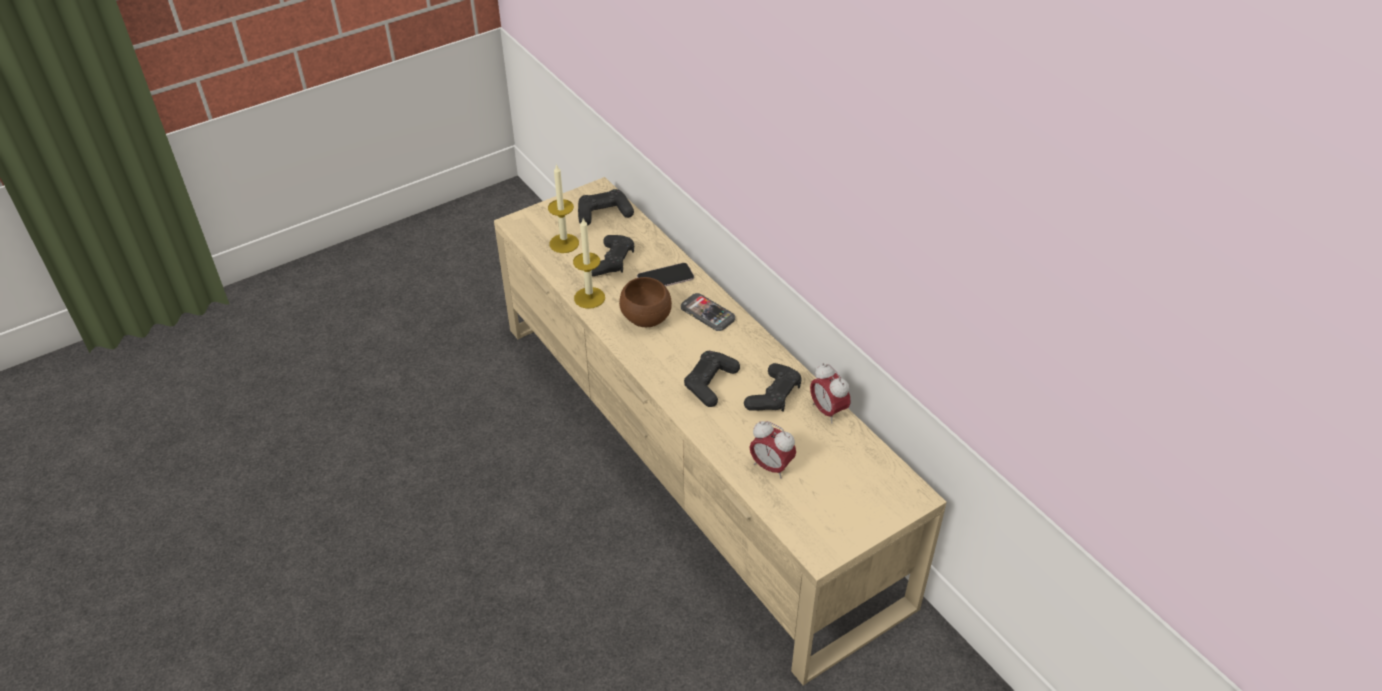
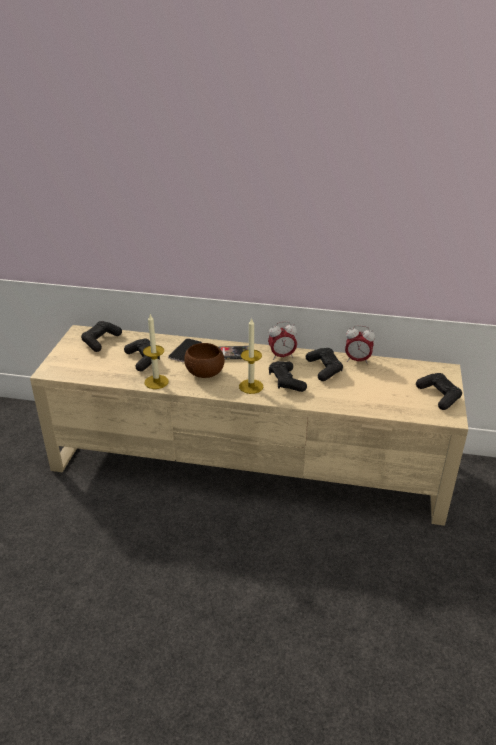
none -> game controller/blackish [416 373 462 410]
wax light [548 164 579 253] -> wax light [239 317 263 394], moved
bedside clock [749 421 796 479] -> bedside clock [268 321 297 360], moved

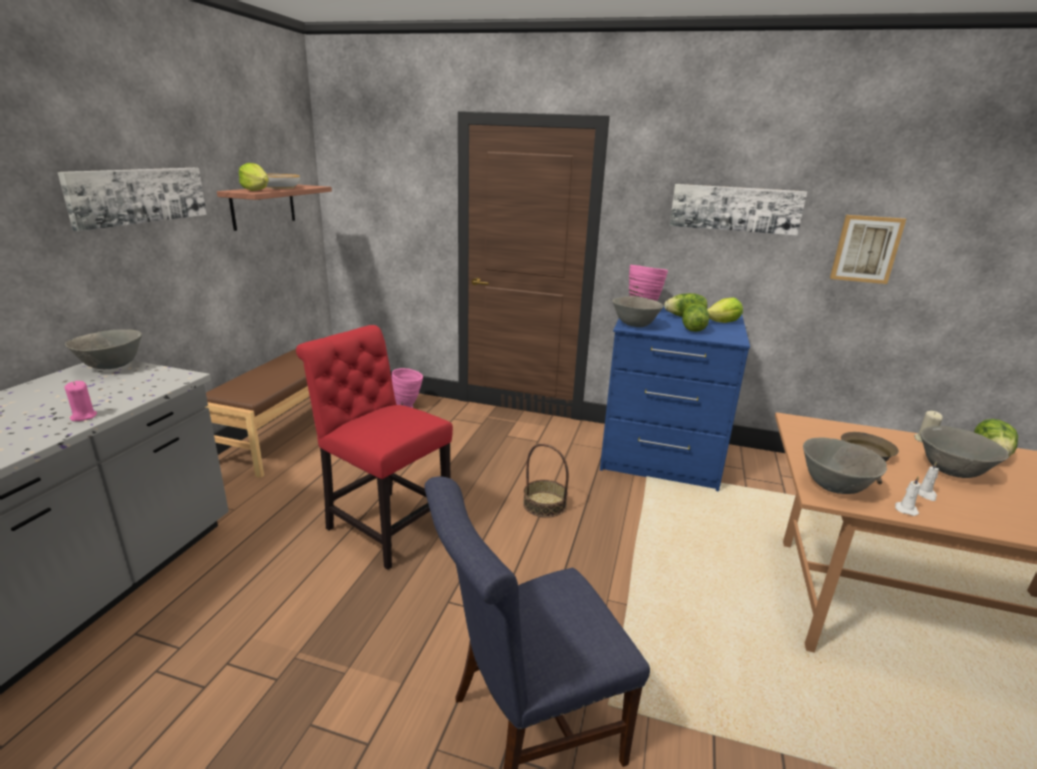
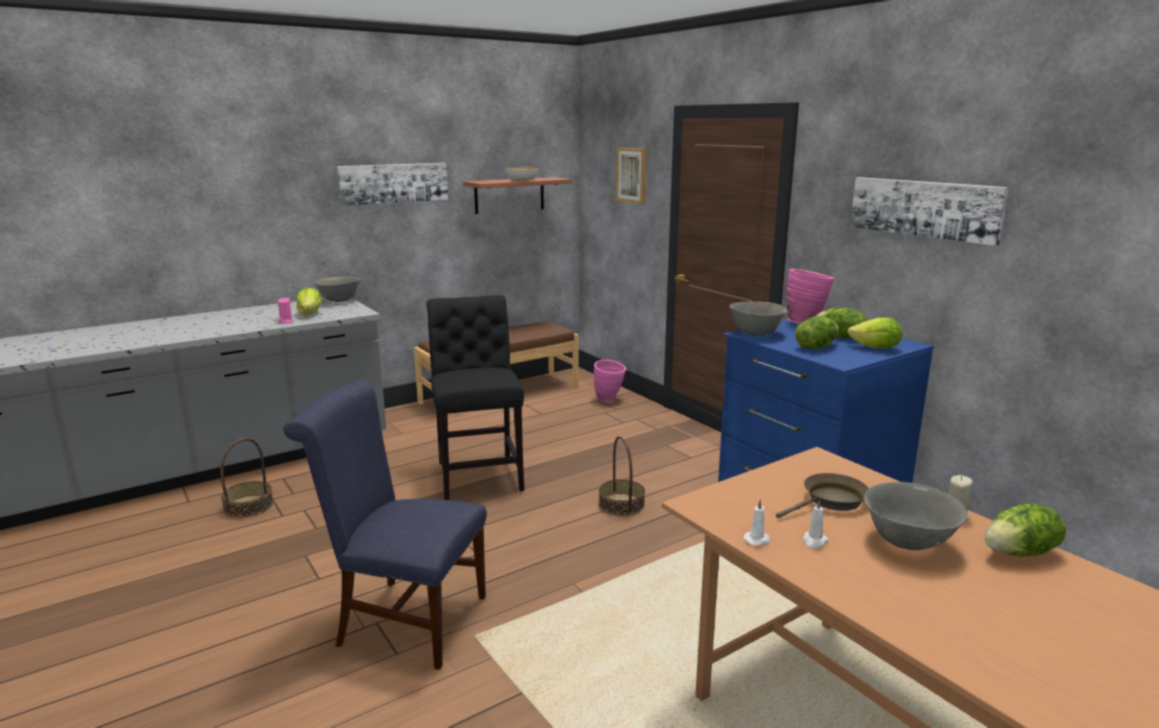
serving bowl/greyish [803 438 887 494] -> none
none -> storage basket [220 438 274 518]
lettuce [239 163 269 191] -> lettuce [297 288 322 315], moved
picture [830 215 906 284] -> picture [616 148 647 204], moved
chair/reddish [296 325 453 570] -> chair/blackish [427 295 524 500]

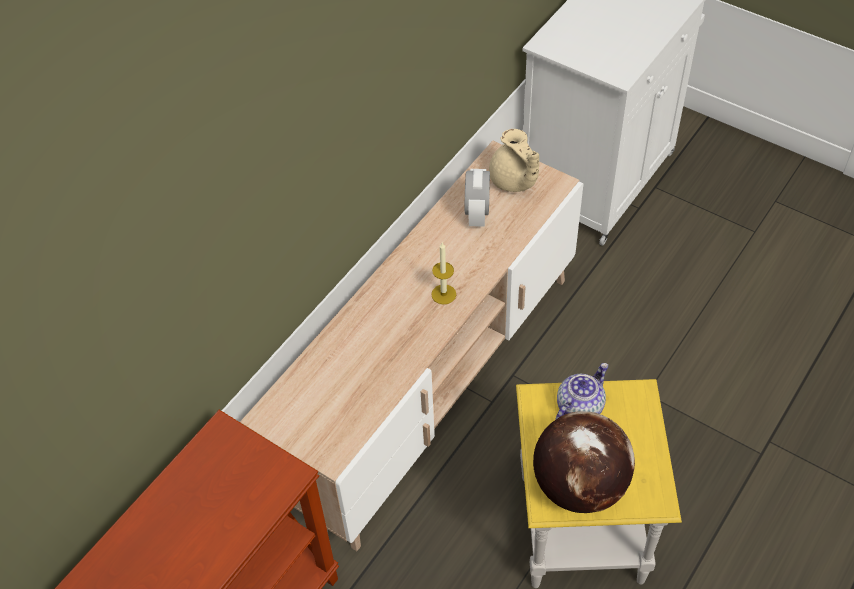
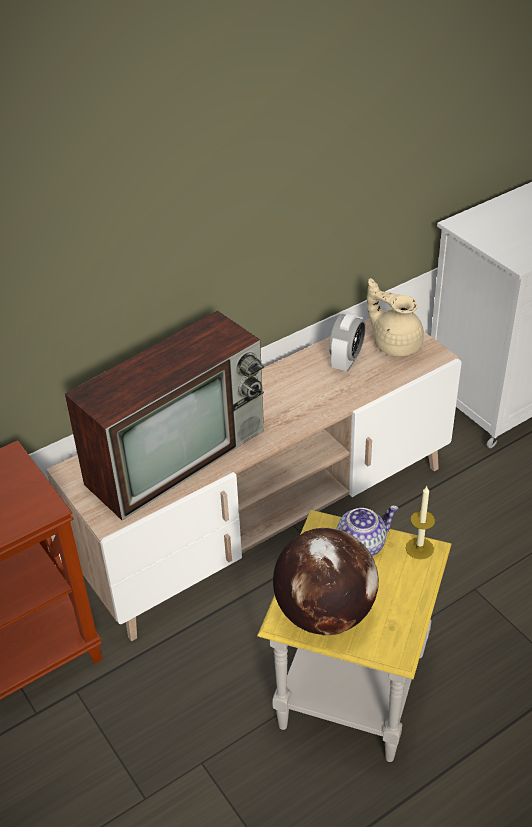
none -> television [65 311 264 520]
wax light [431 243 456 304] -> wax light [406 486 435 559], moved
tea pot/sand-coloured [489 129 539 192] -> tea pot/sand-coloured [367 278 424 357], 135 degrees clockwise

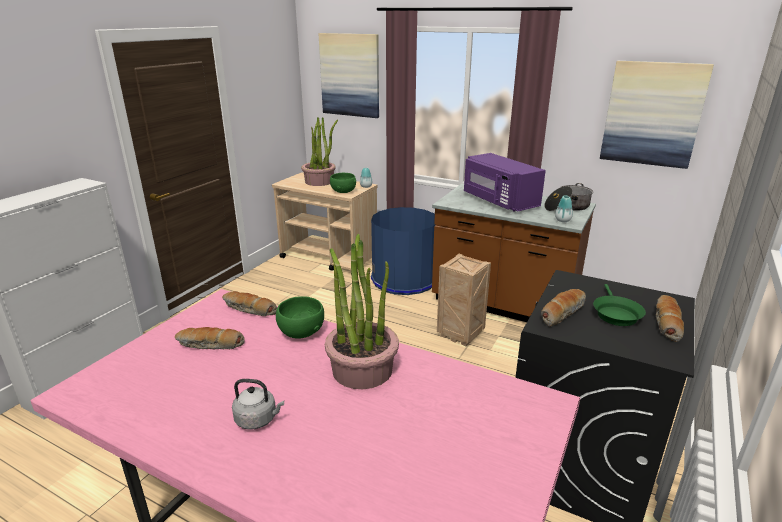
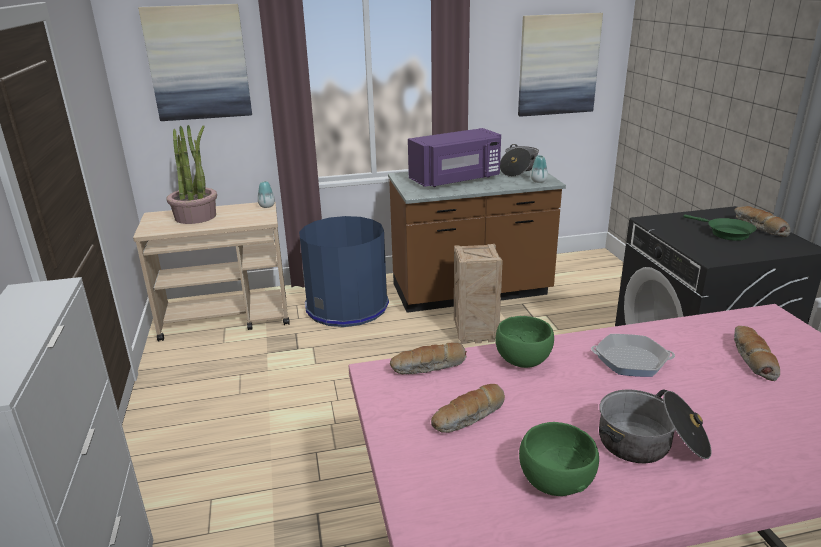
serving bowl/green-coloured [330 173 356 193] -> serving bowl/green-coloured [519 422 599 496], moved
bakery bread [541 289 586 327] -> bakery bread [734 326 780 381], moved
kettle/greyish [232 379 284 430] -> stockpot [599 390 711 463]
potted plant [325 234 399 389] -> skillet [591 334 675 377]
microwave/purple-coloured [464 153 546 212] -> microwave/purple-coloured [408 128 501 187], 45 degrees counterclockwise

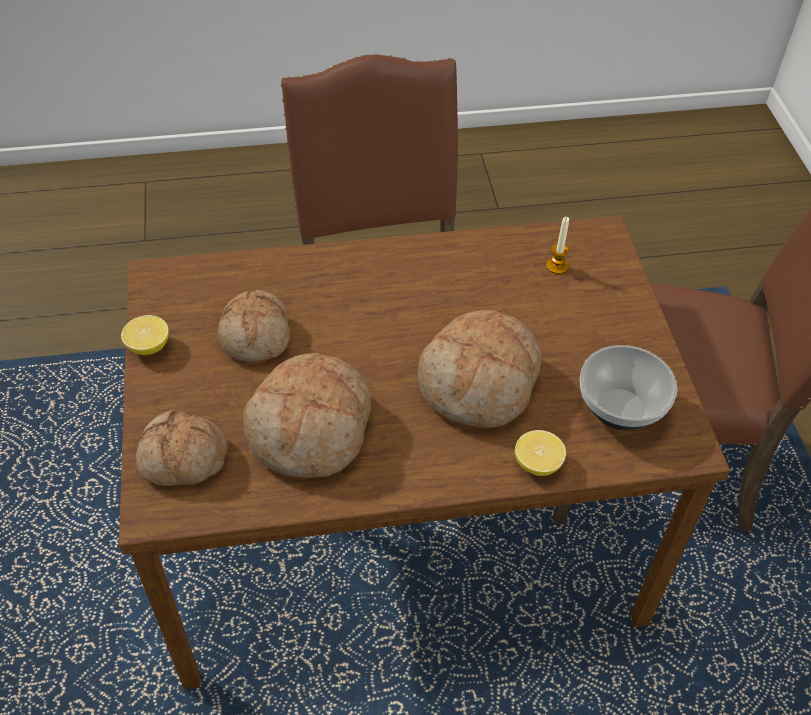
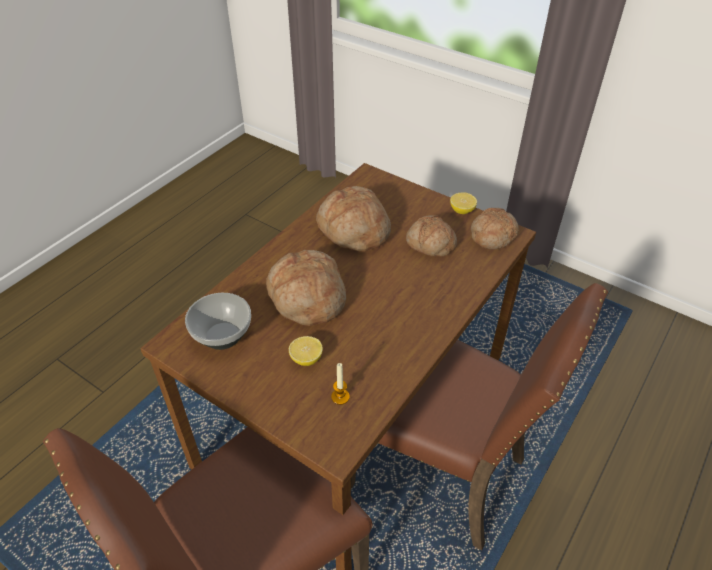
bakery bread [135 410 228 486] -> bakery bread [471 208 519 250], moved
whole lemon [515 430 566 476] -> whole lemon [289 336 323 366], moved

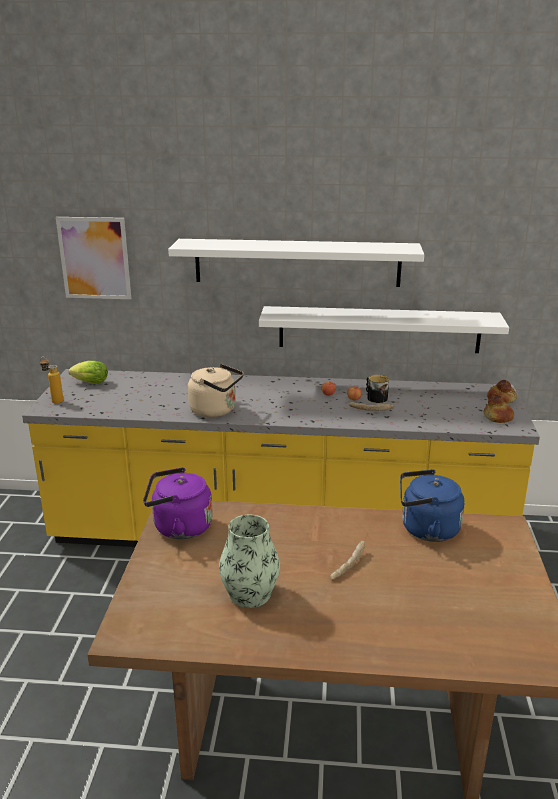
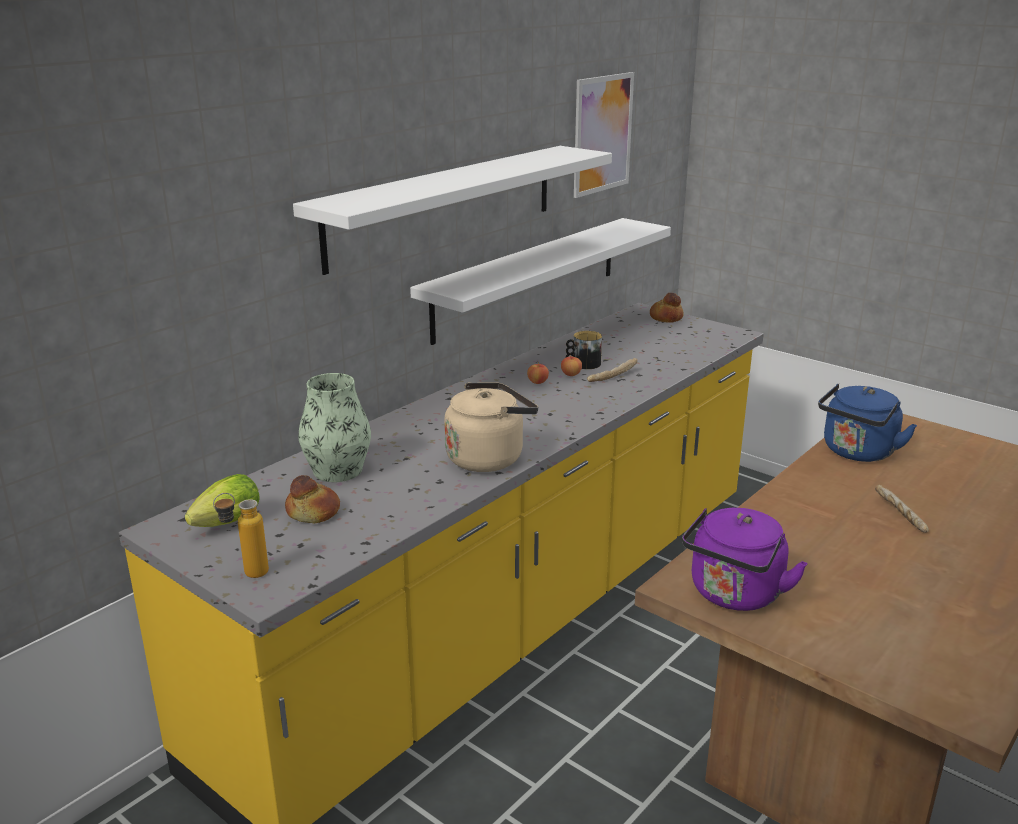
picture [56 217 131 299] -> picture [574 72 634 198], moved
flower vase [219 515 280 608] -> flower vase [298 373 371 482], moved
bakery bread [484 395 514 423] -> bakery bread [285 475 340 523], moved

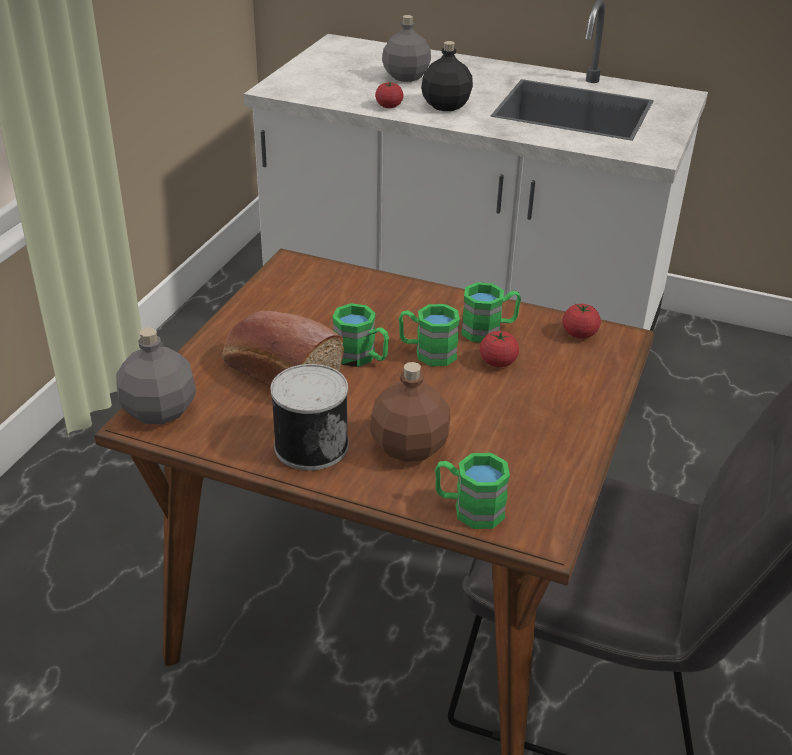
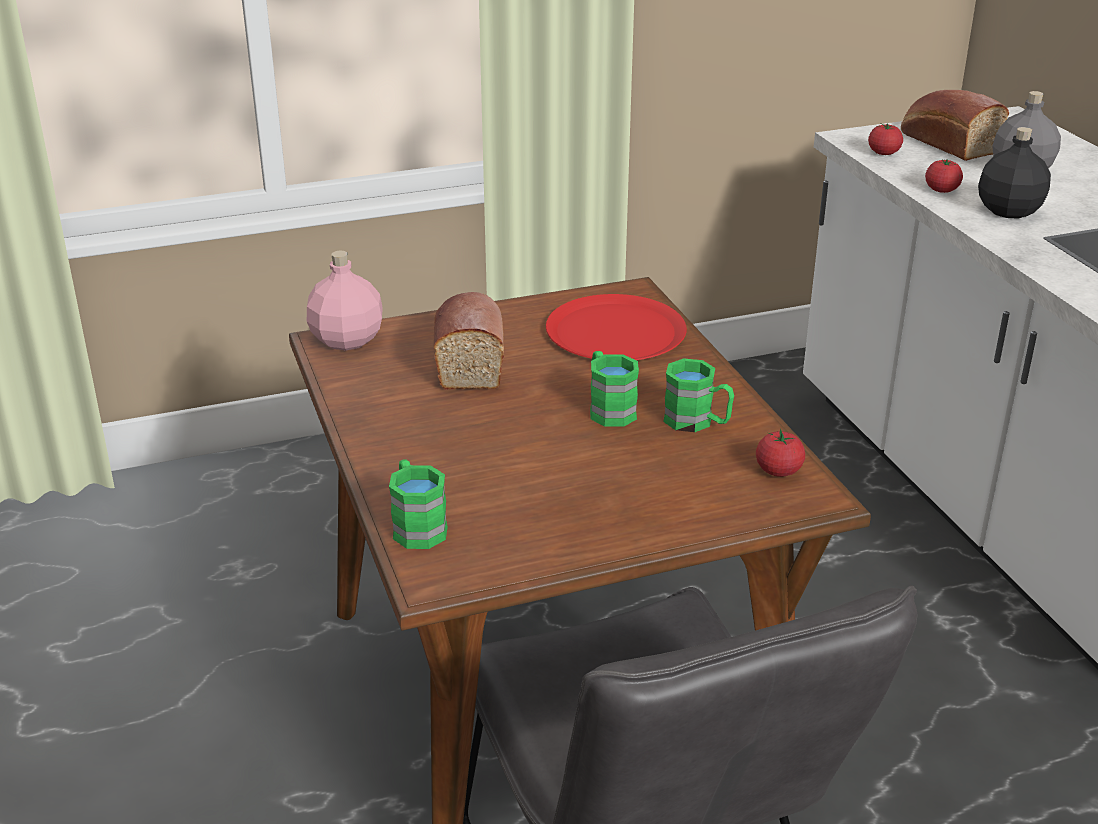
metal can [270 364 349 470] -> none
coffee mug/green-coloured [332 303 389 367] -> none
bottle/brownish [370 362 450 462] -> none
none -> plate/reddish [546 294 687 360]
none -> bakery bread [901 90 1009 161]
whole tomato [480 331 519 367] -> whole tomato [868 123 903 155], moved
bottle/greyish [116 327 196 424] -> bottle/pinkish [307 251 383 350]

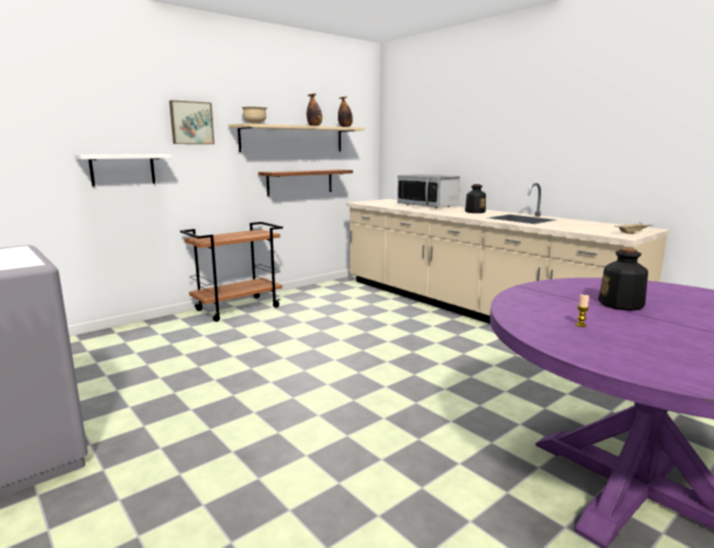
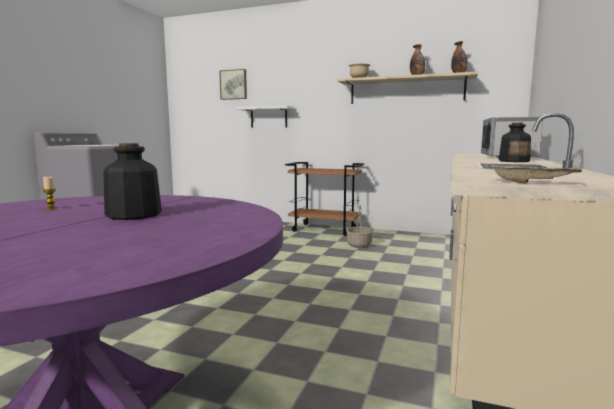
wall shelf [258 169 353 196] -> none
none -> storage basket [346 205 373 248]
picture [169 100 214 144] -> picture [219 69 247 100], moved

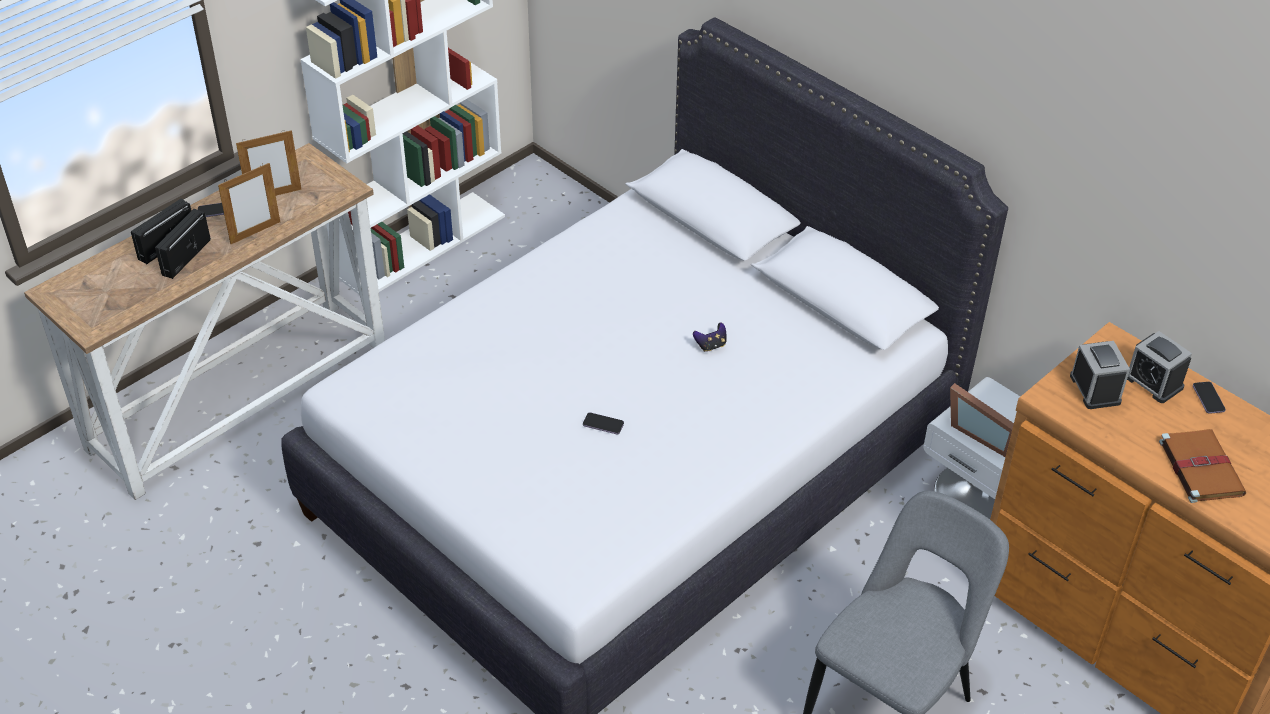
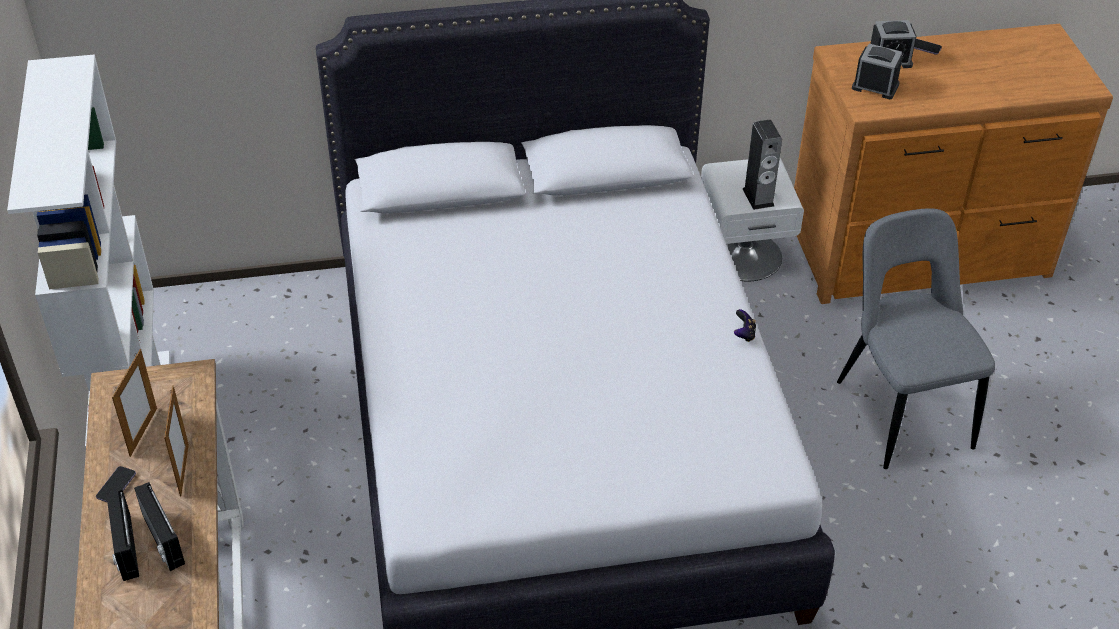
telephone [583 412 624 434] -> none
bound book/brownish [1159 429 1246 503] -> none
game controller [693 322 726 352] -> game controller [734 309 756 342], moved
standing frame [950 383 1014 457] -> speaker [743 120 782 210]

